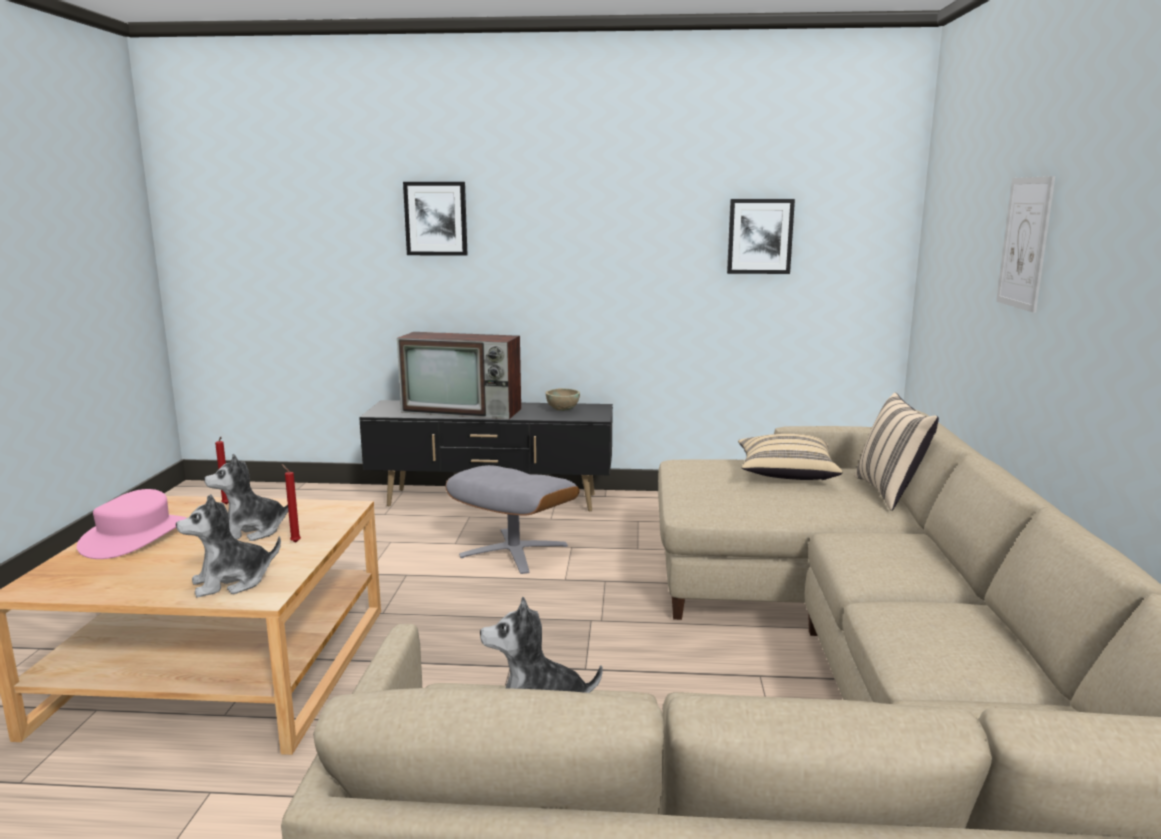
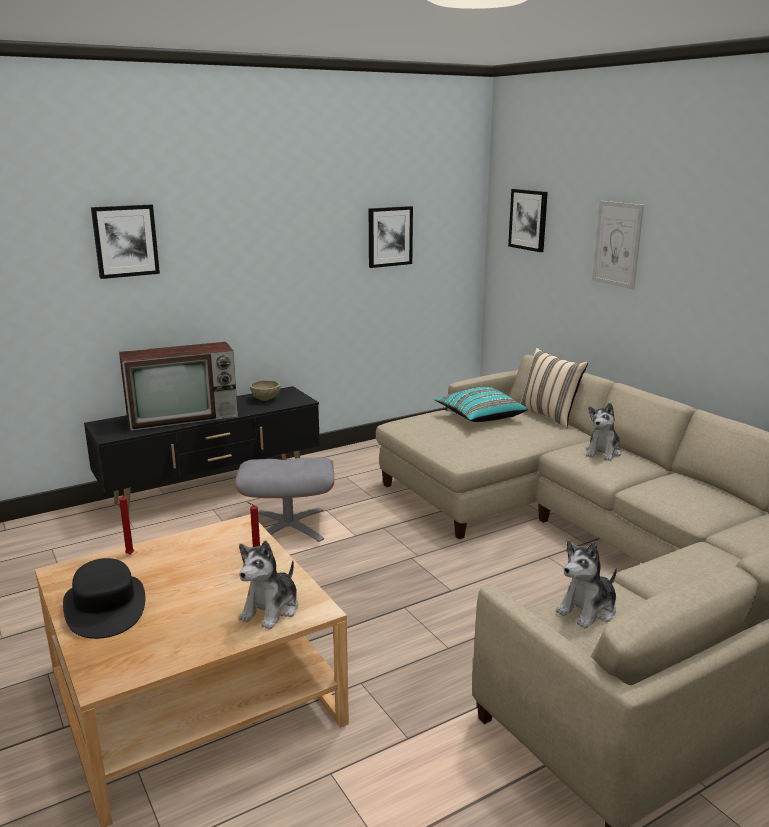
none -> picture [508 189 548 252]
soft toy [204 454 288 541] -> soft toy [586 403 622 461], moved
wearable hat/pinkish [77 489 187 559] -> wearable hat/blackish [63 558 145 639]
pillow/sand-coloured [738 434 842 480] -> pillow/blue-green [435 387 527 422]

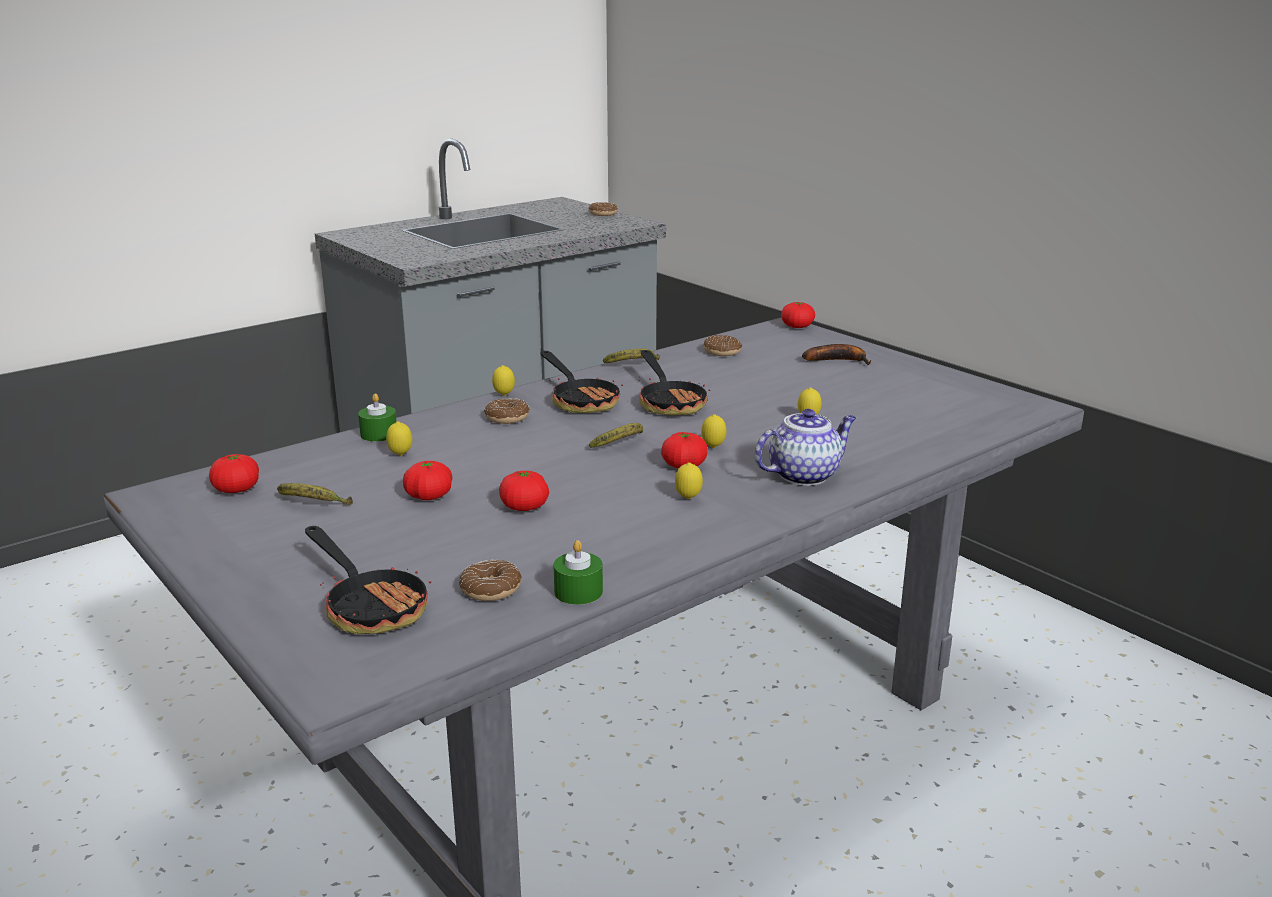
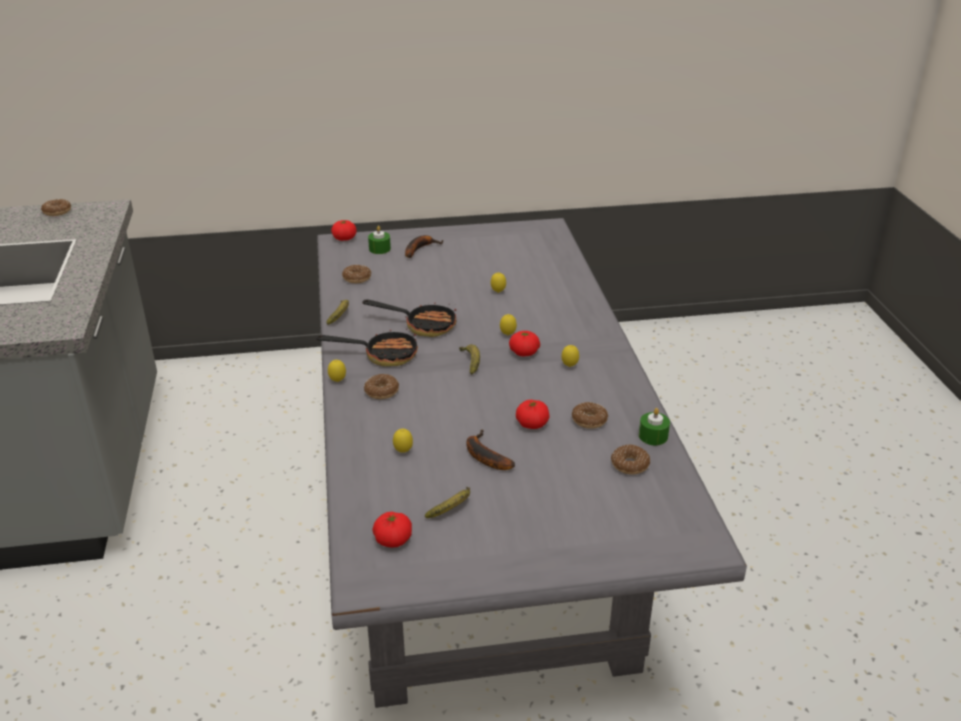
skillet [305 526 431 634] -> none
tea pot [754 409 856 486] -> none
none -> donut [572 402 608 429]
wax light/green-coloured [358 393 397 442] -> wax light/green-coloured [368 225 391 254], moved
whole tomato [403 461 452 500] -> whole banana [466 429 515 470]

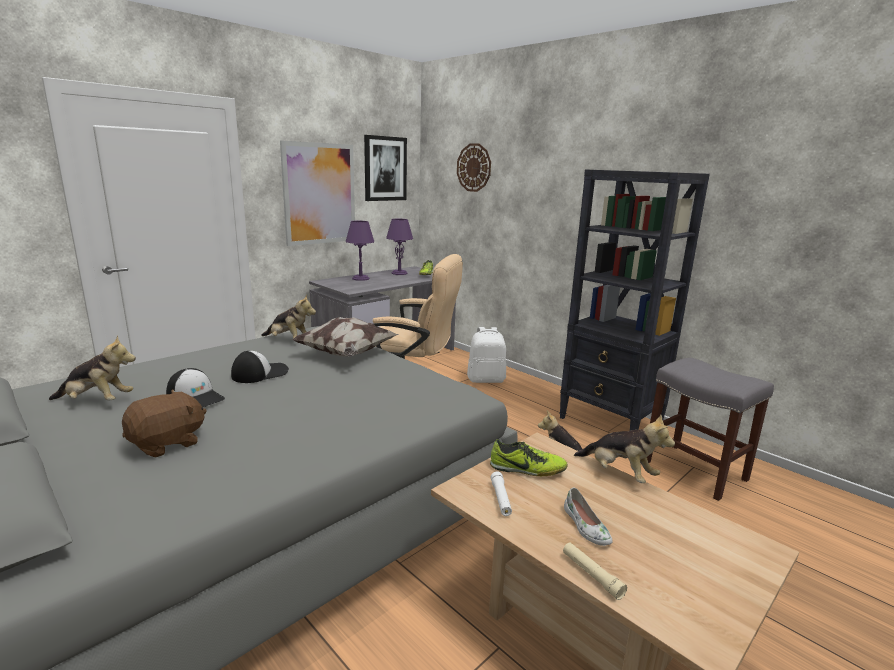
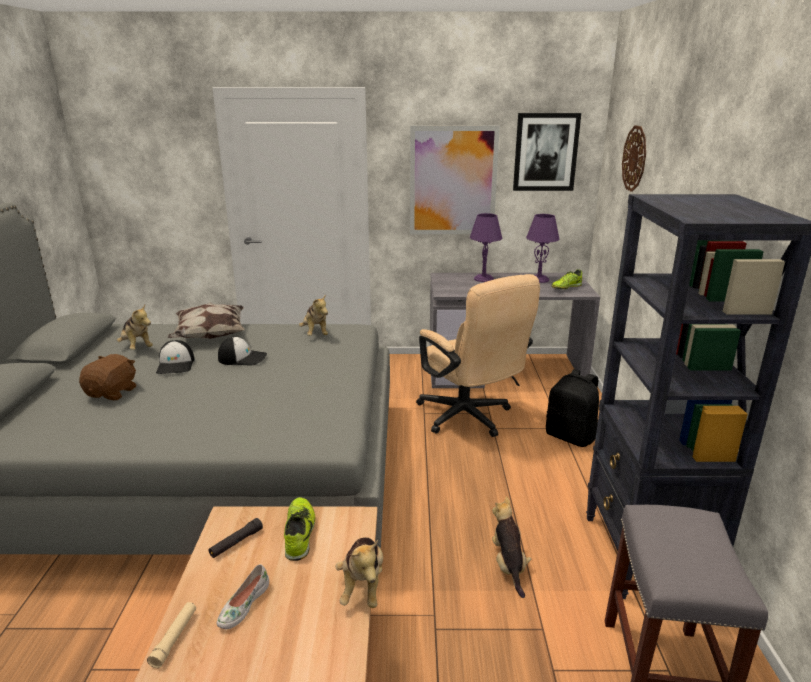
pillow [292 317 399 357] -> pillow [168 302 245 339], moved
backpack/whitish [467 327 506 383] -> backpack/blackish [546 369 599 447]
hand torch/whitish [491 472 512 516] -> hand torch/blackish [209 518 263 558]
soft toy/brownish [122 390 207 458] -> soft toy/brownish [79 354 137 400], 75 degrees counterclockwise
shoe [490 439 567 476] -> shoe [284 497 315 561], 150 degrees counterclockwise

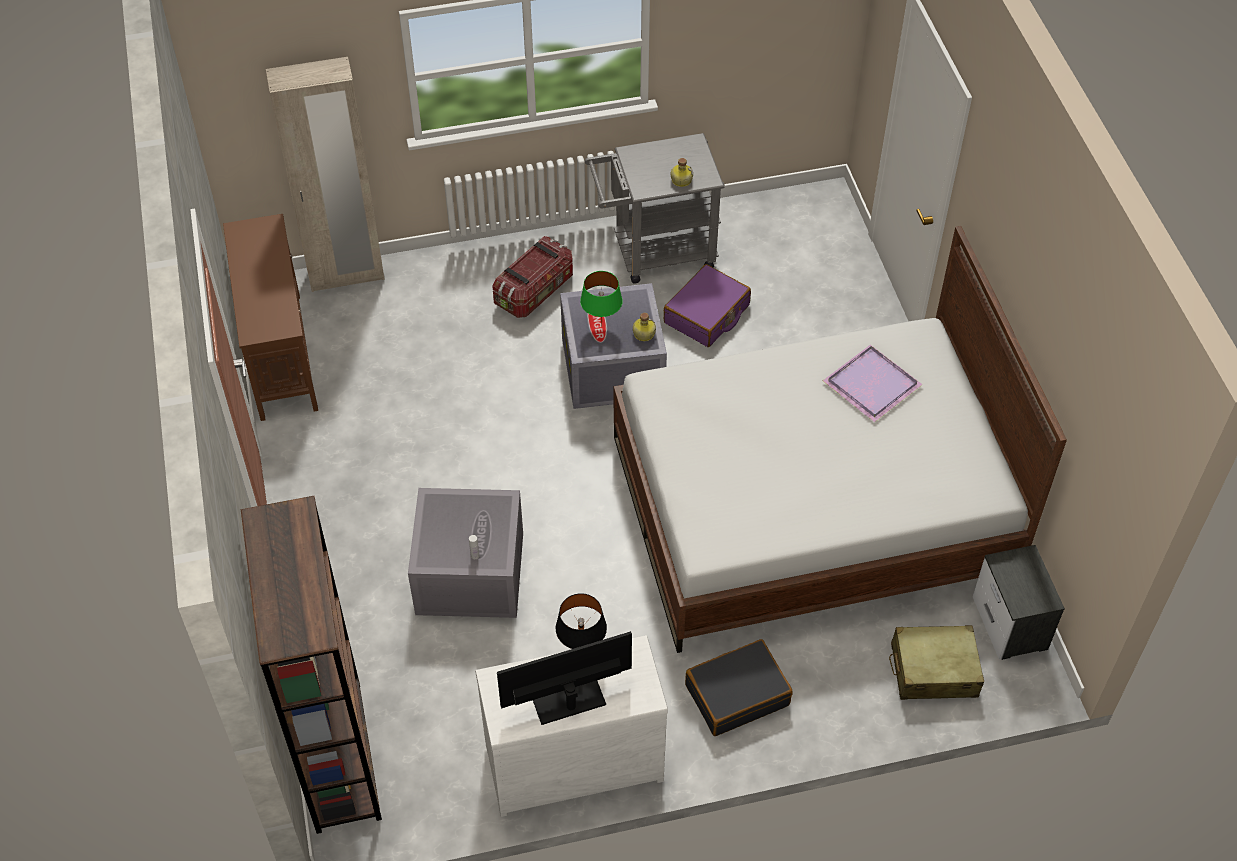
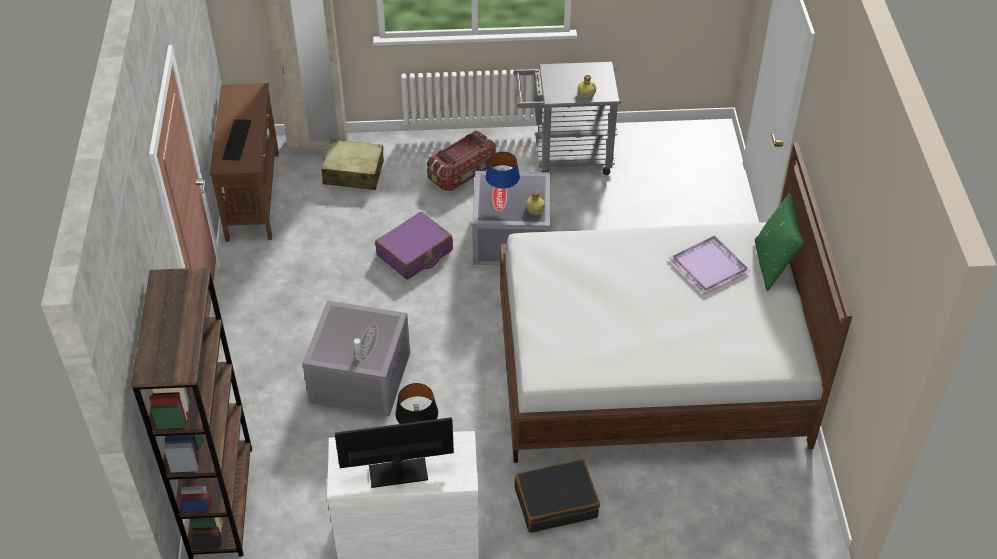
bedside table [973 545 1065 660] -> none
none -> PC keyboard [222 119 251 161]
none -> pillow/green-coloured [755 193 804 291]
piece of luggage/purple-coloured [664 264 751 347] -> piece of luggage/purple-coloured [375 212 453 279], moved
piece of luggage/sand-coloured [889 625 984 700] -> piece of luggage/sand-coloured [321 139 384 190], moved
lamp for a table/green-coloured [580 271 623 326] -> lamp for a table/bluish [486 152 520 199]

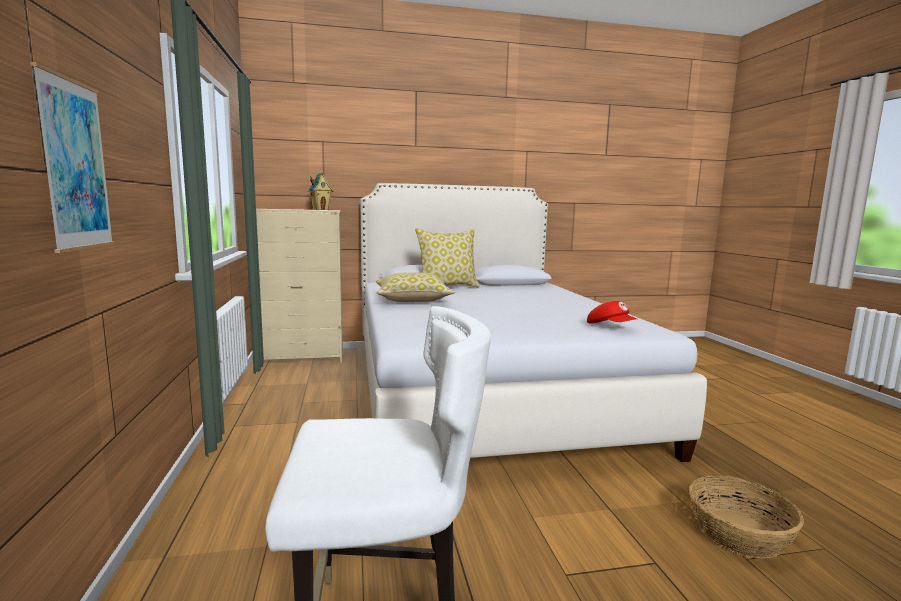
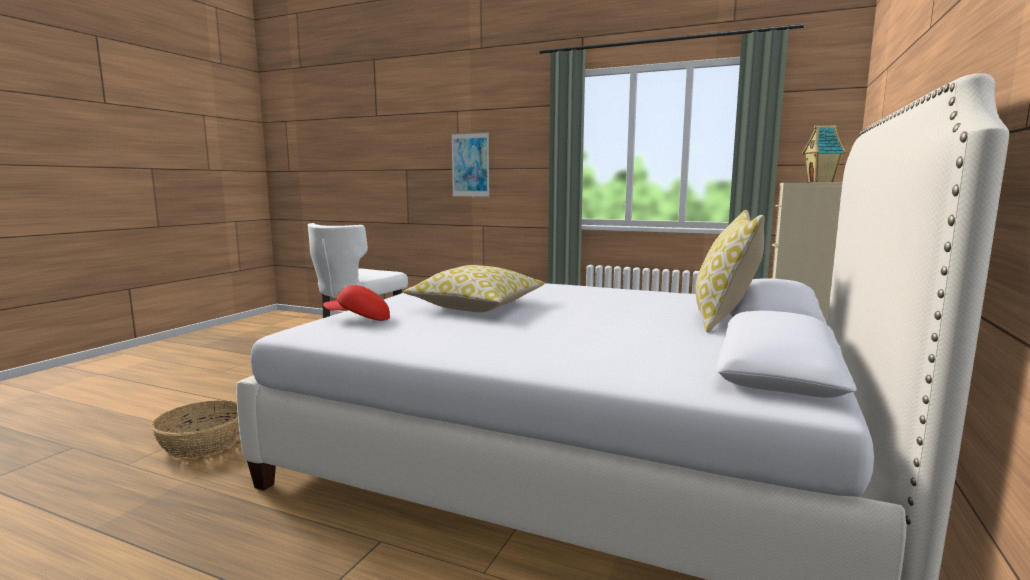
pillow [376 273 455 302] -> pillow [403 265 545 312], moved

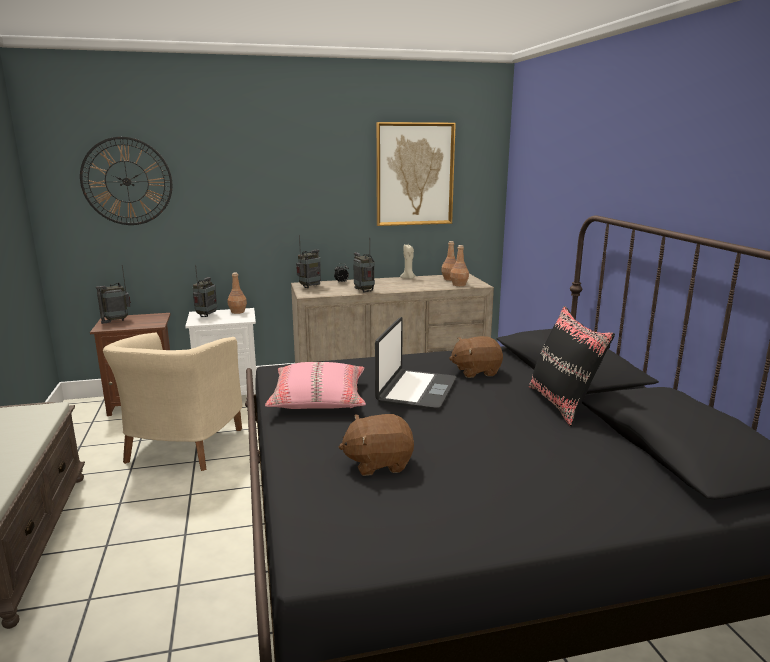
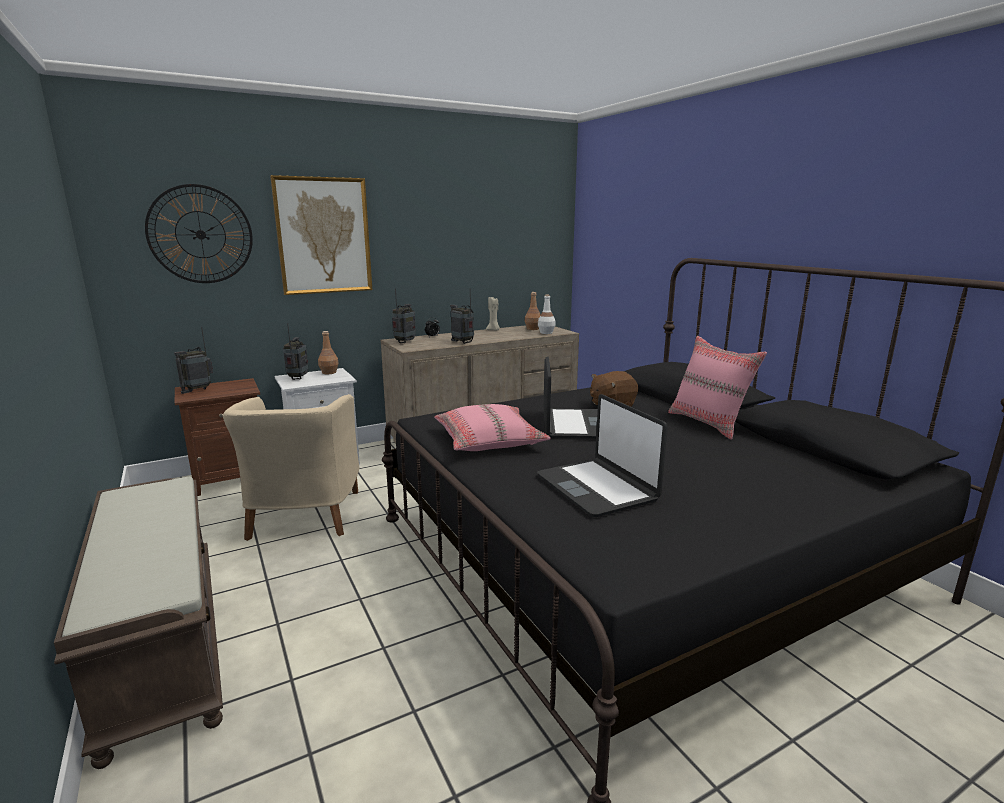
picture [376 122 456 226] -> picture [270 175 372 295], moved
soft toy/brownish [339 414 414 476] -> notebook computer [537 394 668 517]
bottle/brownish [450 245 469 286] -> bottle/whitish [538 295 556 334]
pillow/blackish [529 306 615 426] -> pillow/pinkish [668 336 767 440]

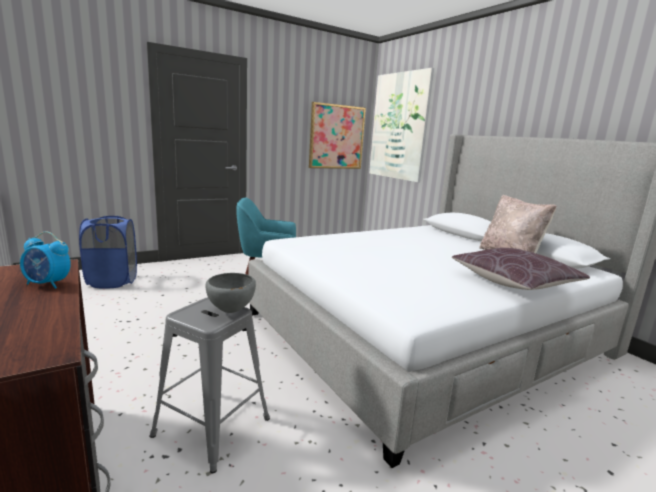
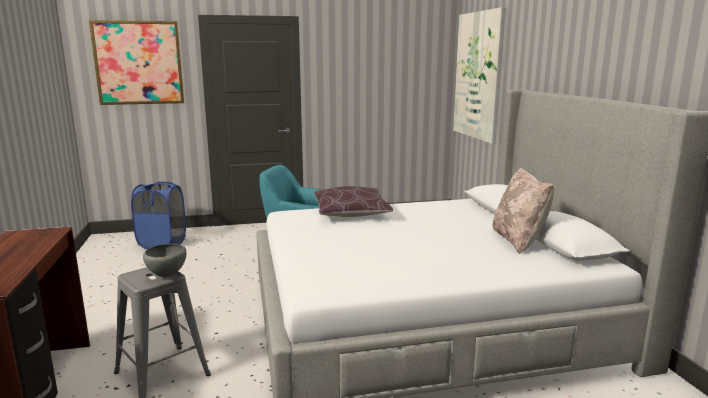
bedside clock [20 232 71 289] -> none
picture [309 102 366 169] -> picture [89 20 184 105], moved
pillow/brownish [452 248 590 290] -> pillow/brownish [314 186 393 217], moved

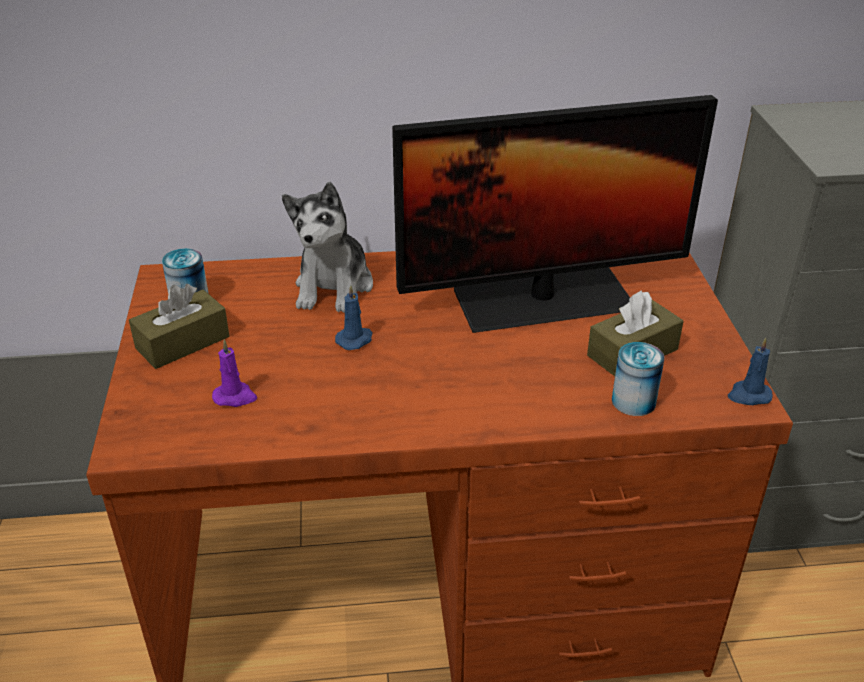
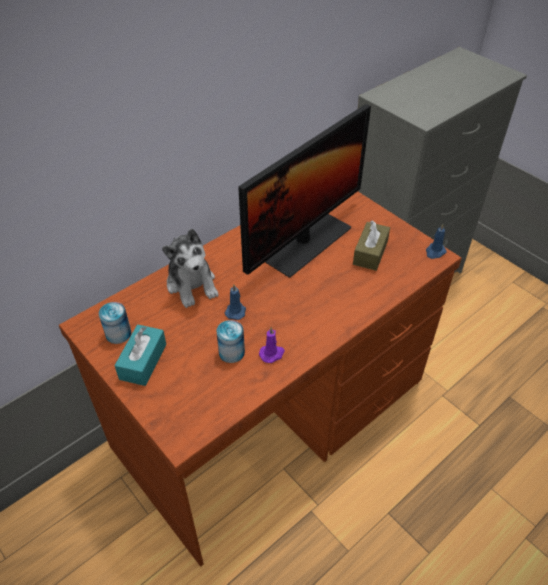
wax light/purple-coloured [212 339 257 407] -> wax light/purple-coloured [259 327 285 363], moved
metal can [612 342 664 416] -> metal can [216 320 245 363], moved
tissue holder/brownish [129 284 229 369] -> tissue holder/blue-green [115 325 166 386]

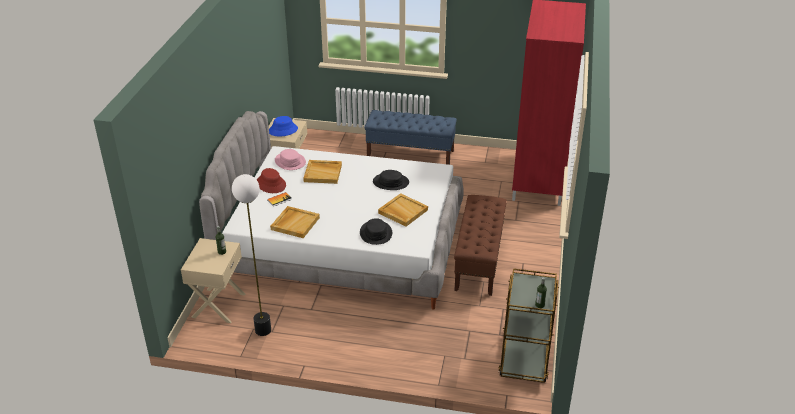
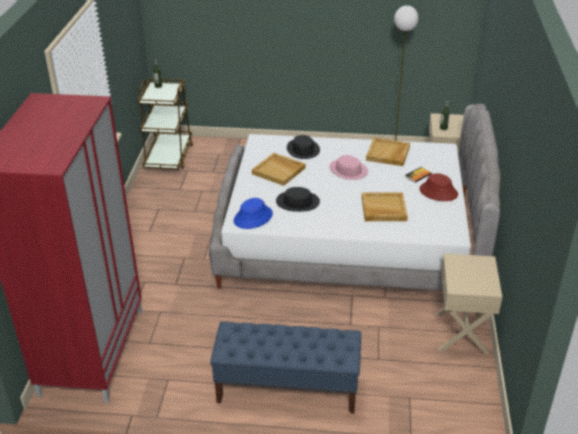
long seat/brownish [454 195 507 296] -> none
wearable hat/bluish [269 116 298 136] -> wearable hat/bluish [234 198 273 229], moved
wearable hat/pinkish [275 149 306 170] -> wearable hat/pinkish [329 155 368 180], moved

